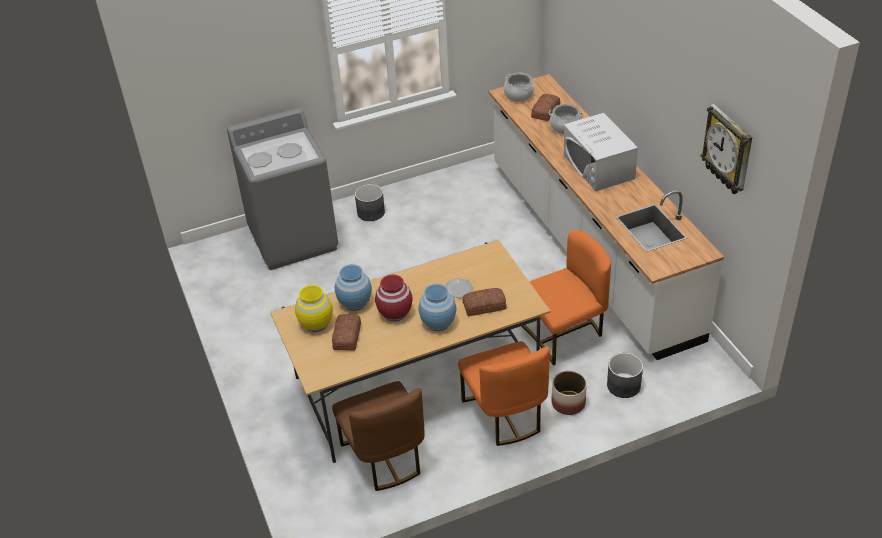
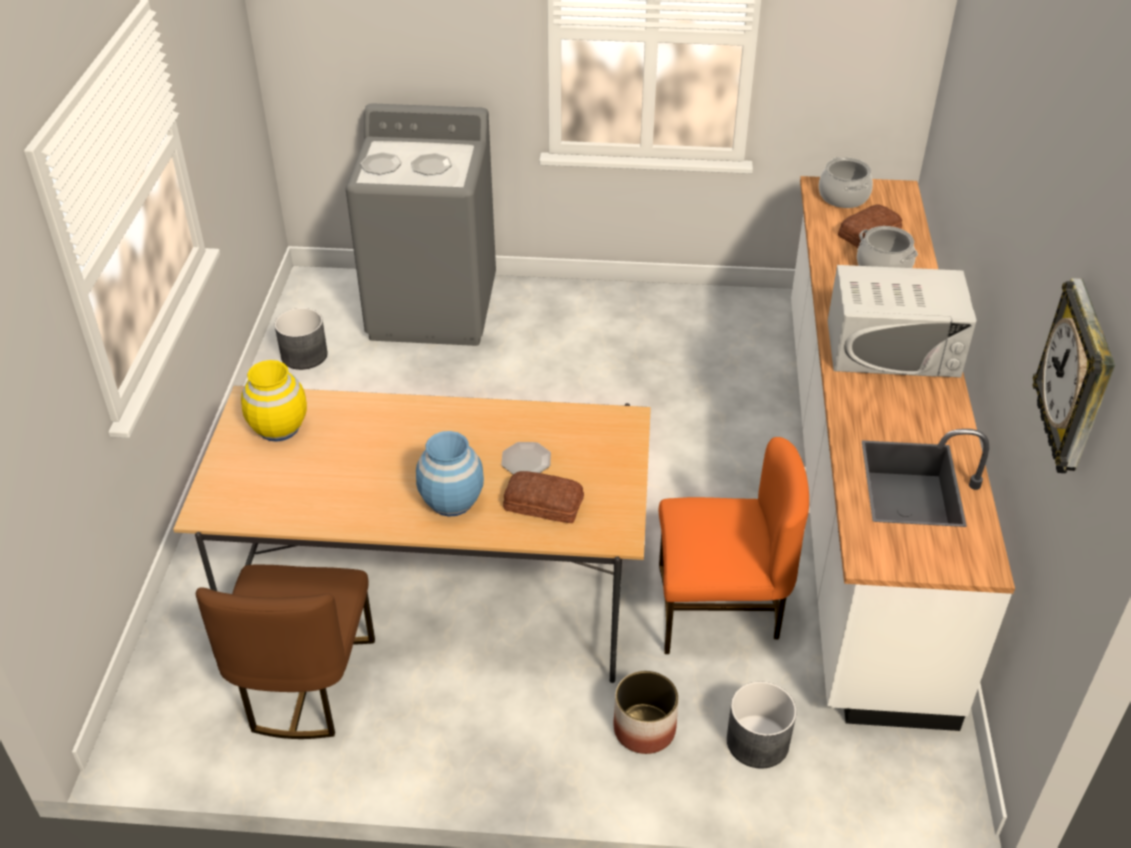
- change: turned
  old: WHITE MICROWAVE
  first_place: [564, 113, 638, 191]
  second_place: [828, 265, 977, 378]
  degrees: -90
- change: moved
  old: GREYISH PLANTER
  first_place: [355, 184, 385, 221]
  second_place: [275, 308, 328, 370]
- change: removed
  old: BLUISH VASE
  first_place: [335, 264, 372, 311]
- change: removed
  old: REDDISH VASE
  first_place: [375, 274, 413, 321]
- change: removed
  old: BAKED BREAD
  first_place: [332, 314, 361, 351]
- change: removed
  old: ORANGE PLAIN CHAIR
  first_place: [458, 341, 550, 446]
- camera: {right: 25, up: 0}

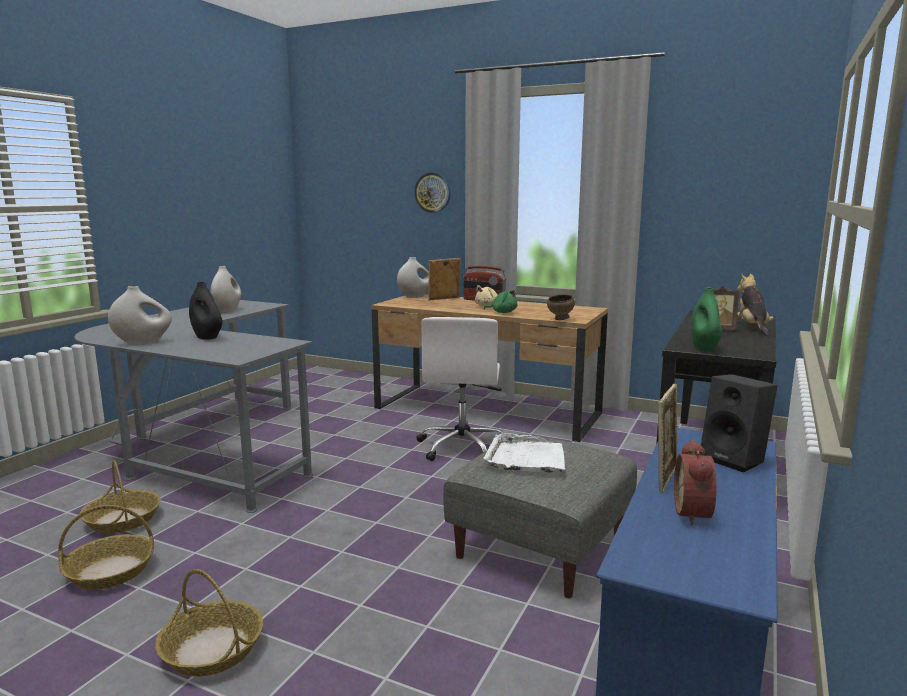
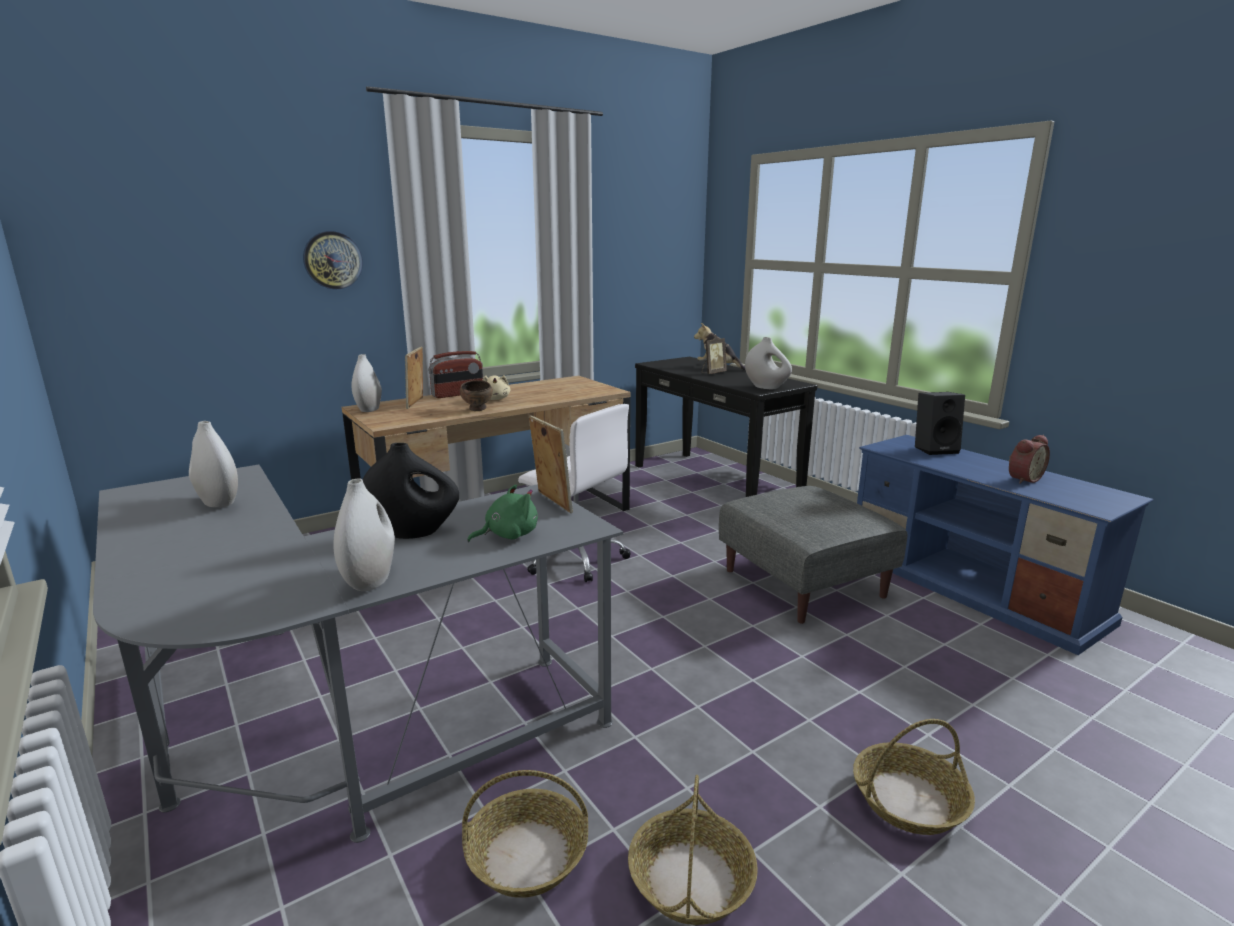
- change: recoloured
  old: GREENISH VASE
  new: WHITE VASE
  first_place: [691, 287, 722, 351]
  second_place: [745, 337, 792, 389]
- change: moved
  old: GREENISH PLUSH TOY
  first_place: [484, 290, 517, 313]
  second_place: [467, 485, 538, 542]
- change: moved
  old: BROWN SERVING BOWL
  first_place: [547, 294, 575, 320]
  second_place: [460, 380, 493, 411]
- change: moved
  old: PICTURE FRAME
  first_place: [658, 384, 678, 493]
  second_place: [529, 415, 573, 513]
- change: removed
  old: WHITE CARRYING TRAY
  first_place: [484, 433, 565, 473]
- change: turned
  old: TABLE CLOCK
  first_place: [674, 440, 717, 525]
  second_place: [1009, 435, 1050, 484]
  degrees: -75
- camera: {right: -60, up: 5}

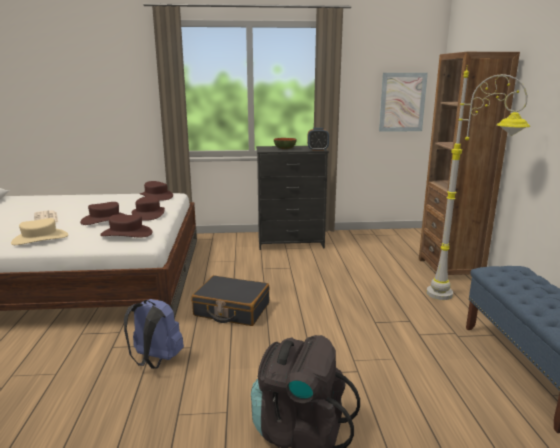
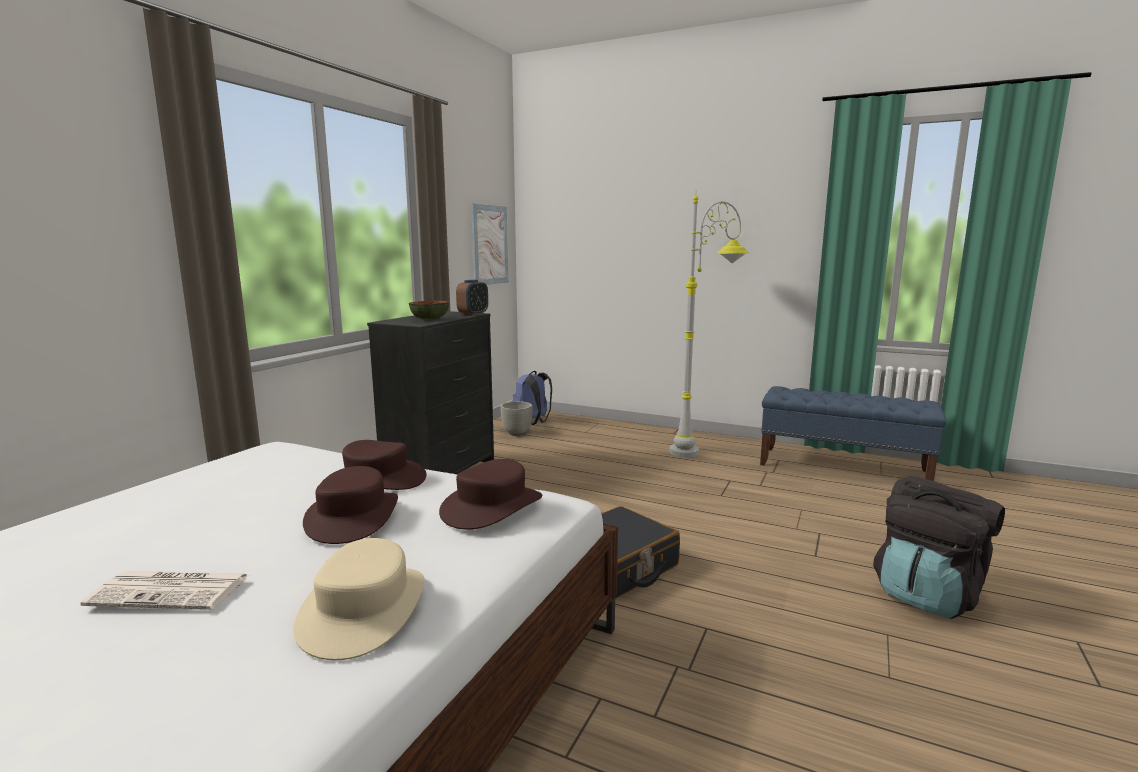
- change: removed
  old: BROWN BOOKSHELF
  first_place: [419, 52, 520, 275]
- change: removed
  old: BROWN WEARABLE HAT
  first_place: [140, 181, 173, 201]
- change: moved
  old: BLUISH RUCKSACK
  first_place: [124, 299, 184, 369]
  second_place: [513, 370, 552, 425]
- change: added
  new: GREYISH PLANTER
  second_place: [500, 401, 533, 436]
- camera: {right: -60, up: -5}

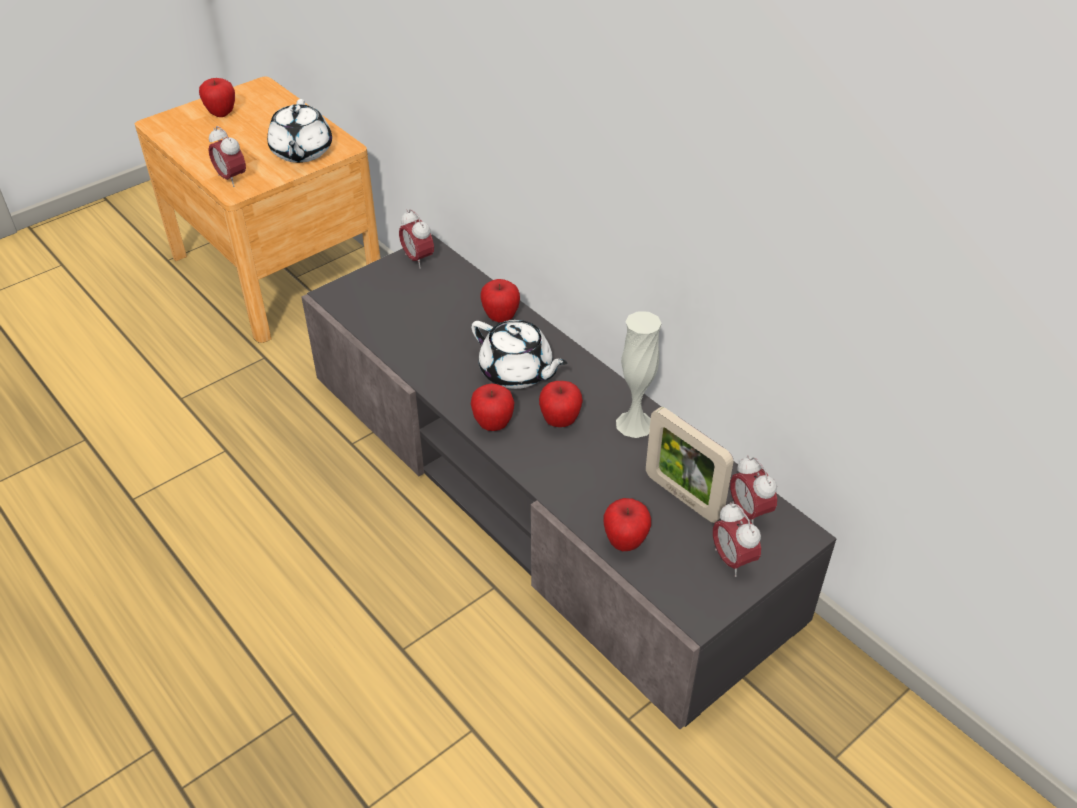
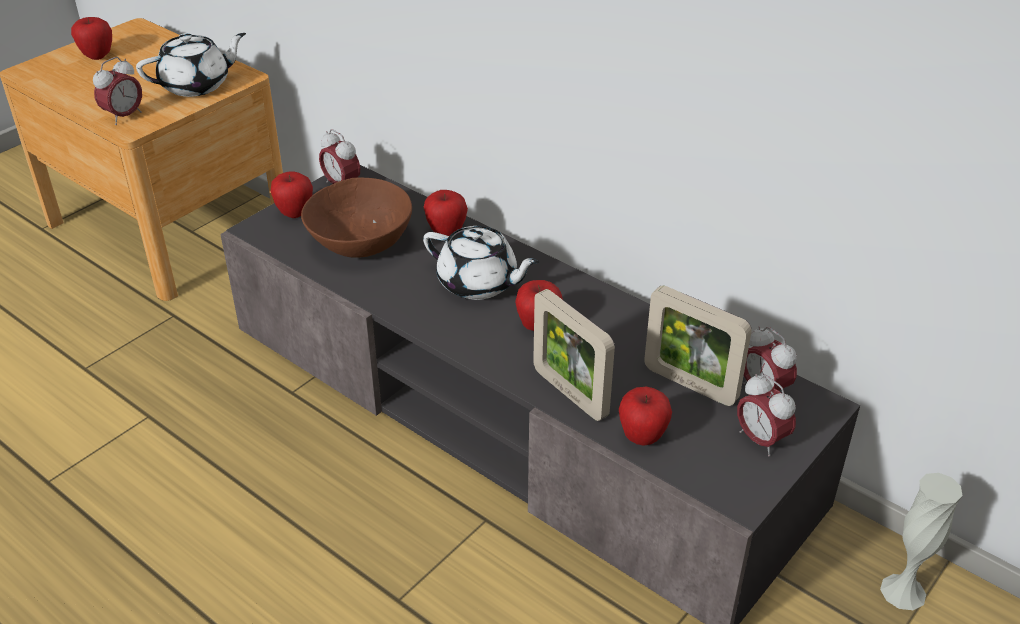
- change: turned
  old: WHITE TEAPOT
  first_place: [267, 99, 332, 163]
  second_place: [136, 33, 246, 97]
  degrees: -105
- change: turned
  old: TABLE CLOCK
  first_place: [209, 126, 246, 187]
  second_place: [93, 57, 142, 125]
  degrees: -90
- change: moved
  old: WHITE VASE
  first_place: [616, 311, 662, 438]
  second_place: [880, 473, 962, 610]
- change: moved
  old: APPLE
  first_place: [471, 383, 515, 431]
  second_place: [270, 171, 313, 218]
- change: added
  new: BROWN SERVING BOWL
  second_place: [301, 178, 412, 258]
- change: added
  new: PICTURE FRAME
  second_place: [533, 289, 615, 421]
- camera: {right: -10, up: -5}

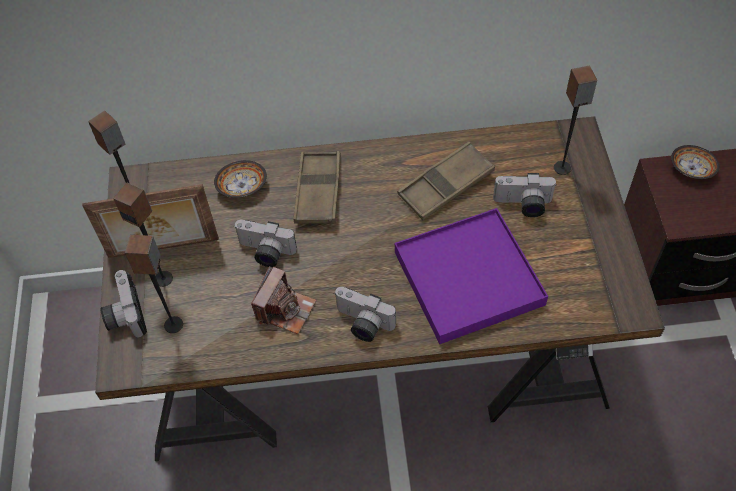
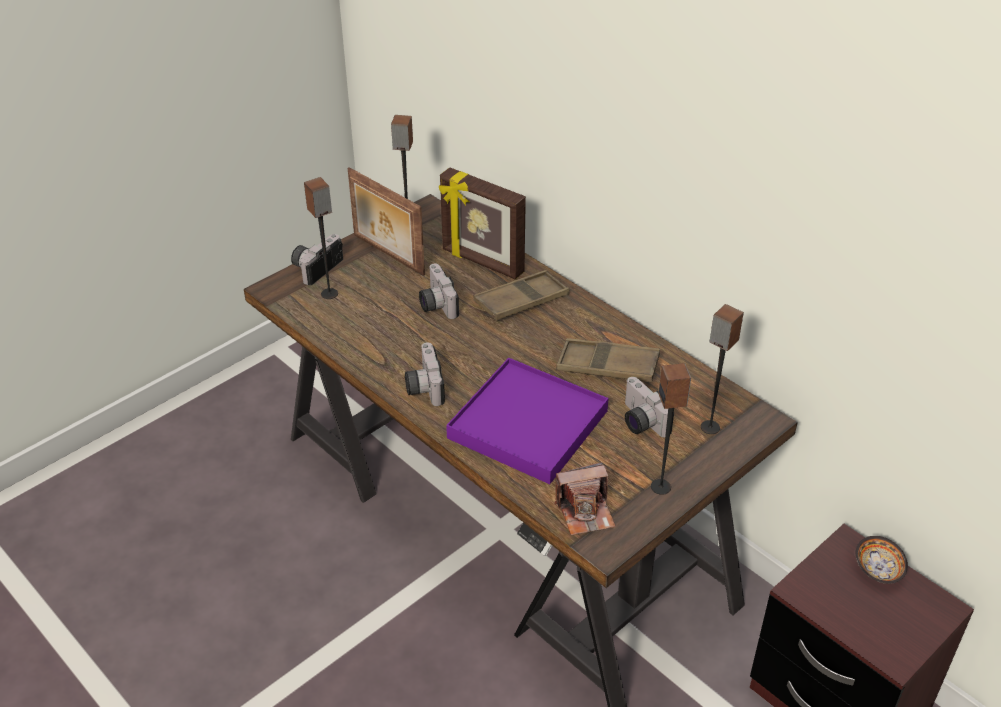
- change: replaced
  old: SERVING BOWL
  new: PICTURE FRAME
  first_place: [214, 160, 267, 198]
  second_place: [439, 167, 526, 279]
- change: moved
  old: AUDIO SPEAKER
  first_place: [113, 182, 173, 287]
  second_place: [651, 363, 691, 495]
- change: moved
  old: STILL CAMERA
  first_place: [251, 266, 317, 334]
  second_place: [555, 462, 616, 535]
- camera: {right: 50, up: -15}

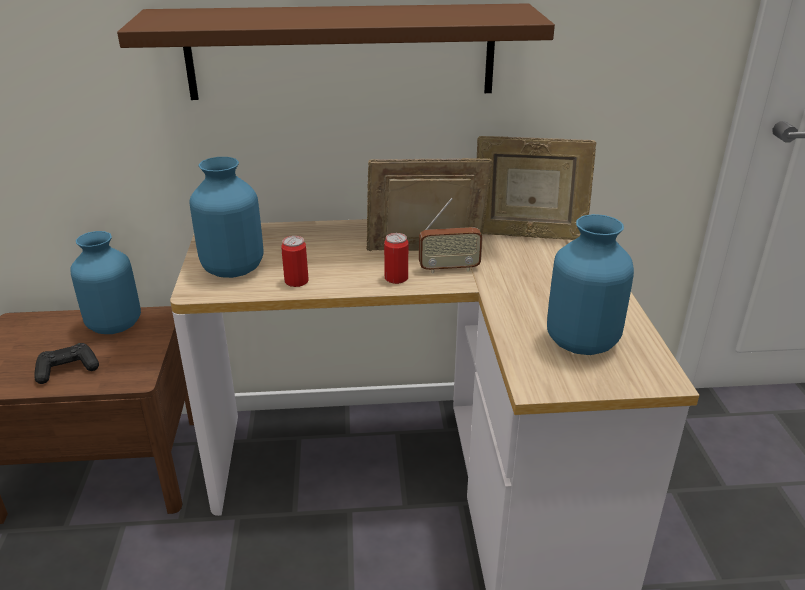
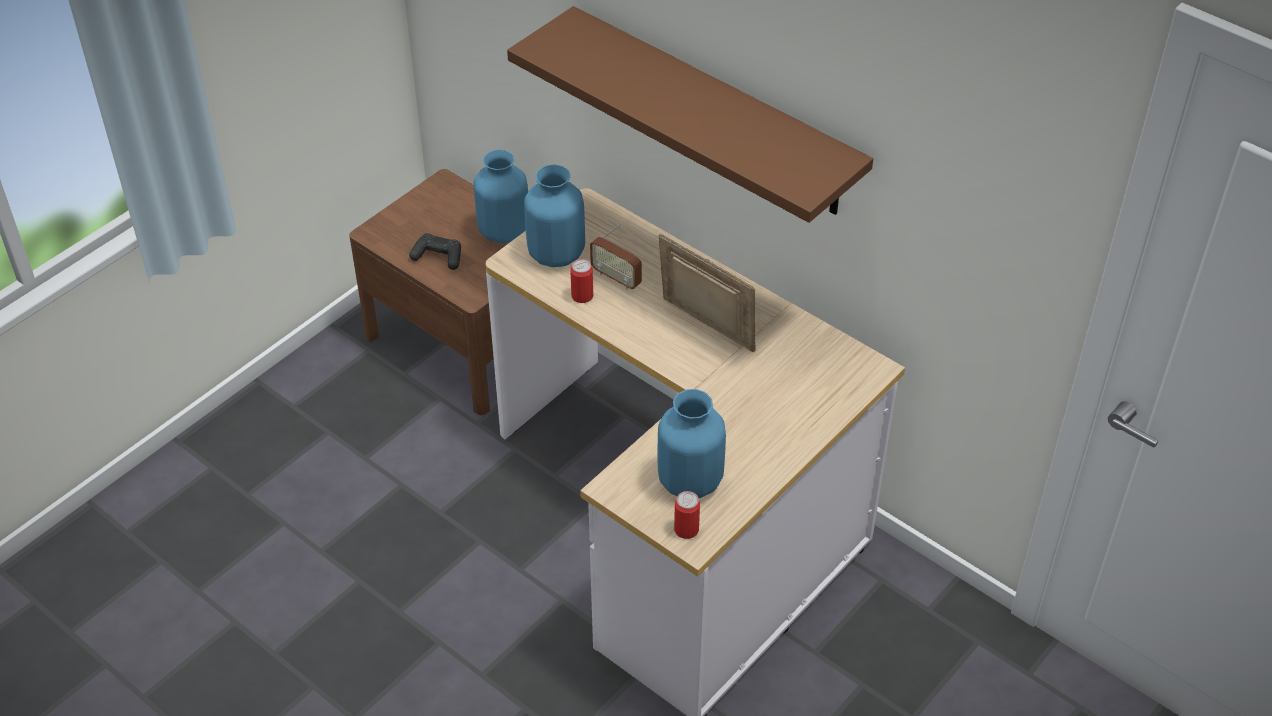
- change: removed
  old: PICTURE FRAME
  first_place: [477, 136, 596, 240]
- change: moved
  old: RADIO SET
  first_place: [419, 198, 483, 274]
  second_place: [590, 224, 642, 290]
- change: moved
  old: CAN
  first_place: [384, 233, 408, 284]
  second_place: [674, 491, 700, 539]
- camera: {right: 45, up: 15}

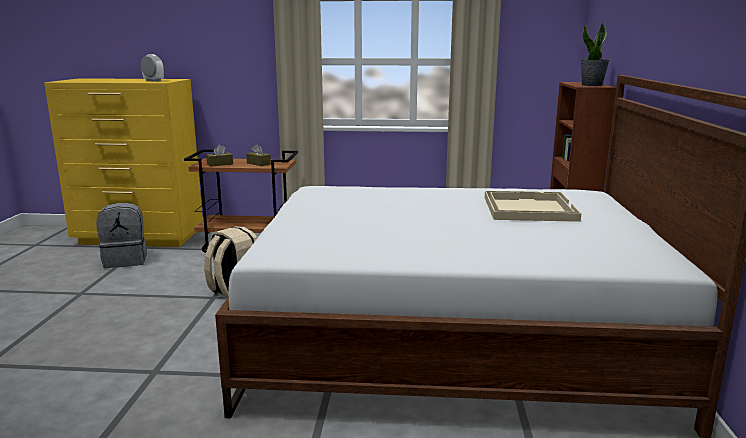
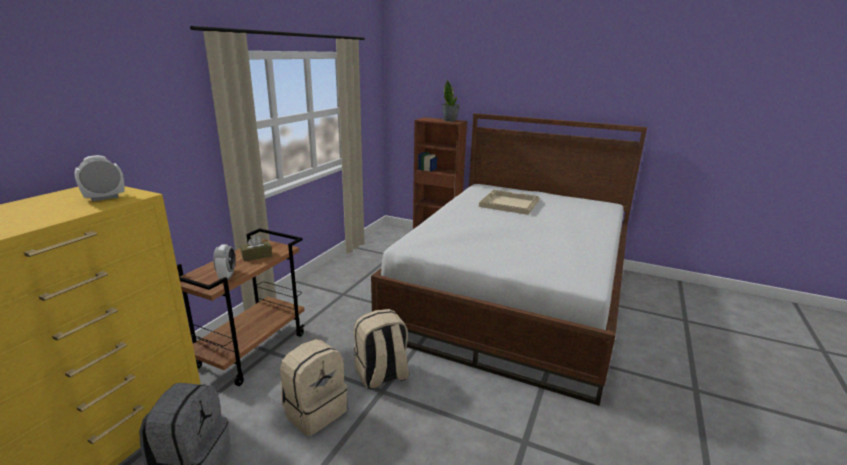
- change: replaced
  old: BROWN TISSUE HOLDER
  new: TABLE CLOCK
  first_place: [206, 145, 233, 167]
  second_place: [213, 244, 236, 280]
- change: added
  new: BEIGE-COLOURED RUCKSACK
  second_place: [280, 339, 347, 436]
- camera: {right: -70, up: 5}

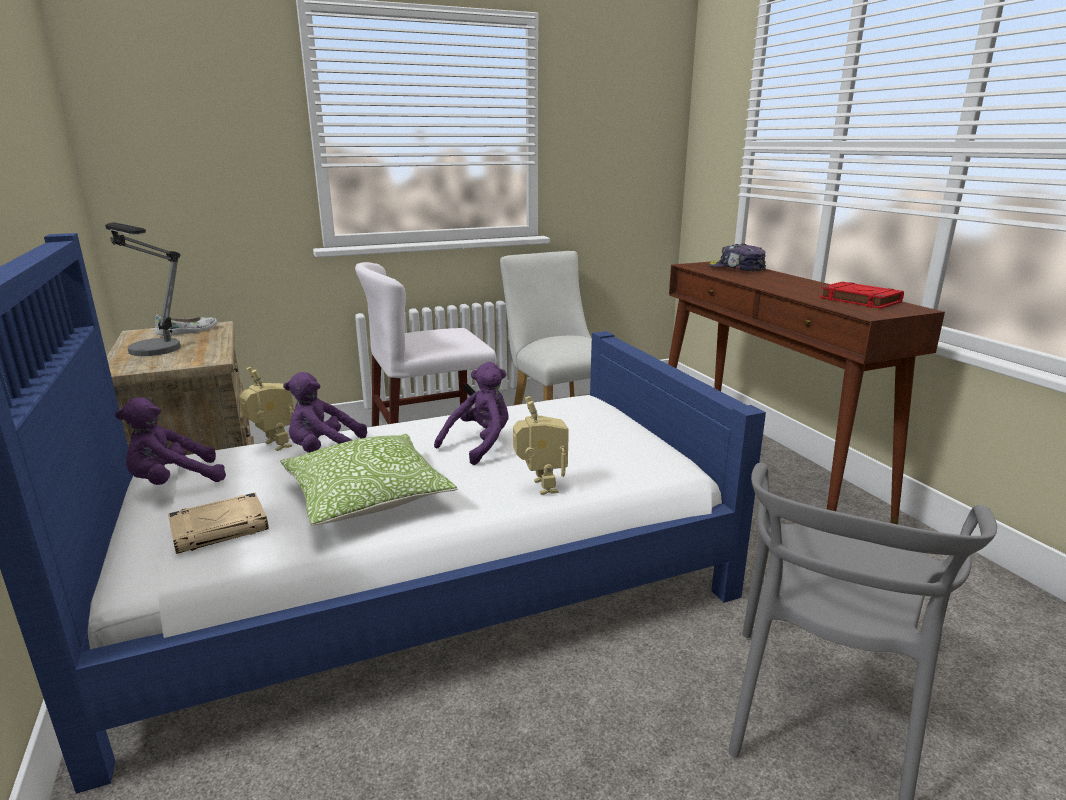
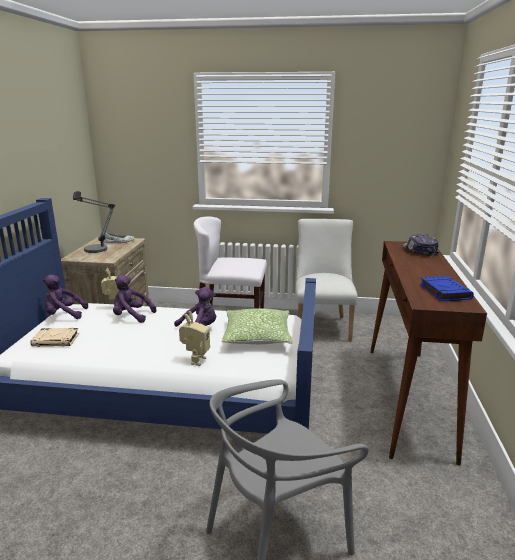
- change: recoloured
  old: REDDISH BOUND BOOK
  new: BLUISH BOUND BOOK
  first_place: [819, 282, 904, 309]
  second_place: [420, 276, 474, 302]
- change: moved
  old: PILLOW
  first_place: [280, 434, 458, 525]
  second_place: [222, 308, 292, 344]
- camera: {right: 30, up: 0}

